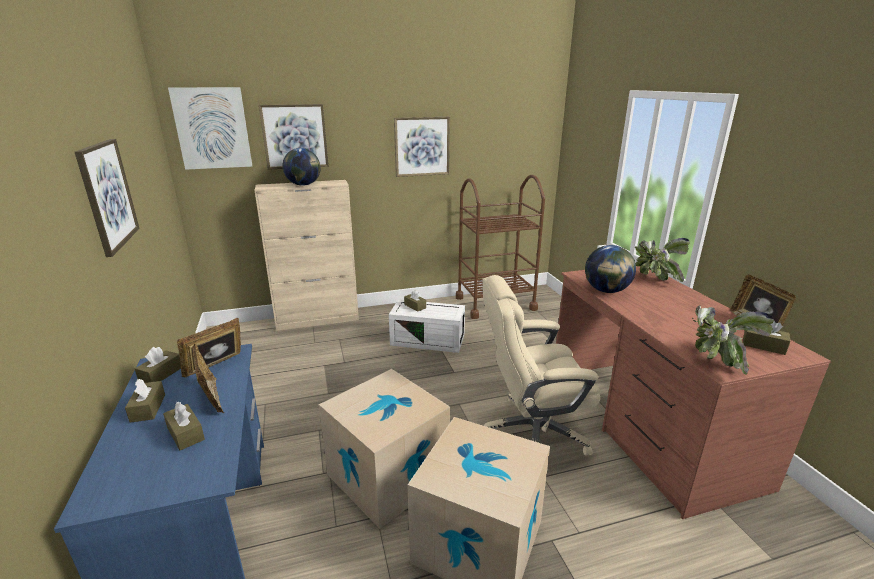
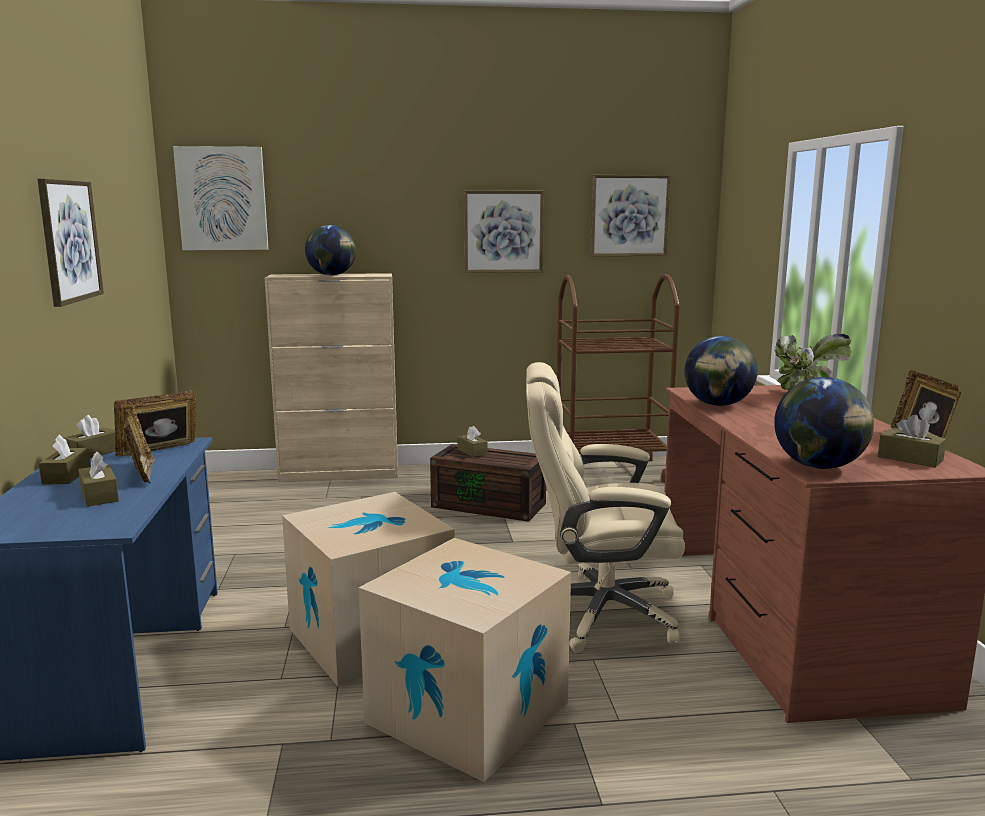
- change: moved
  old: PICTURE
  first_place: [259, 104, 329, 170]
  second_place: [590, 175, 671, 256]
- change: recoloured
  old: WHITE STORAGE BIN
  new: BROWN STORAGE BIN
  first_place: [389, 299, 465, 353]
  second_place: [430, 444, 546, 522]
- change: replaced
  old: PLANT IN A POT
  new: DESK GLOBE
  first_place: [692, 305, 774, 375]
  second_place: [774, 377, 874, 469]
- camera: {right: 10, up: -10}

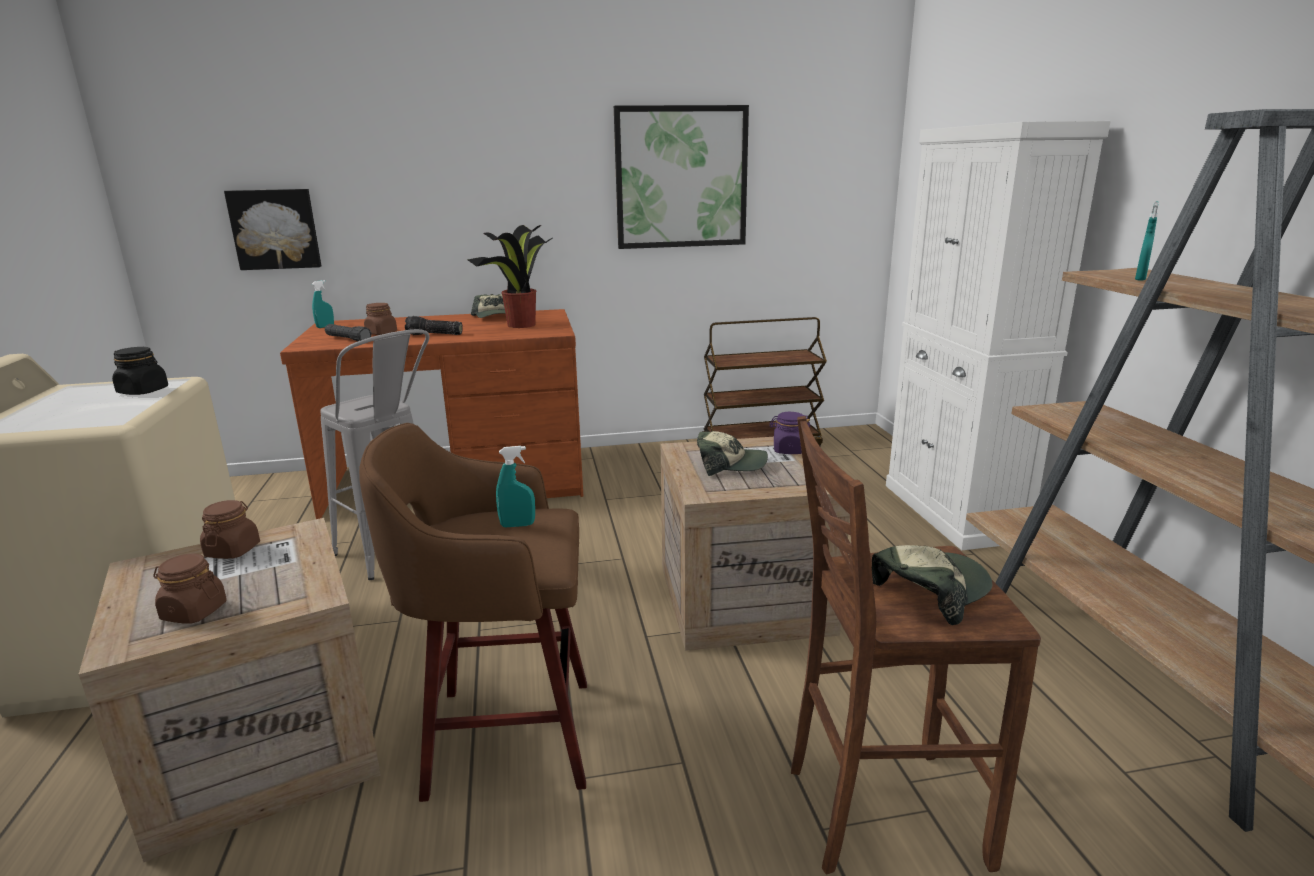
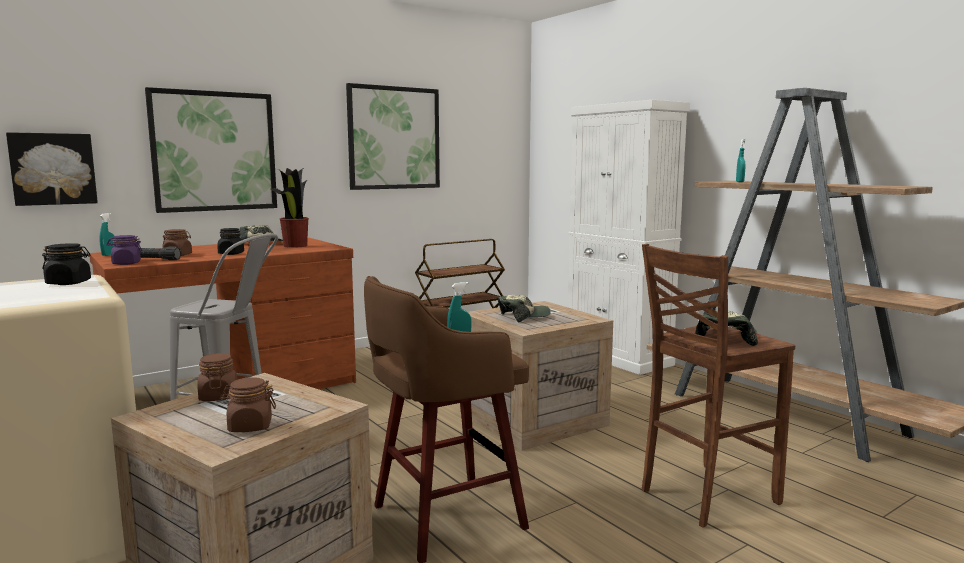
- change: replaced
  old: FLASHLIGHT
  new: BLACKISH STORAGE JAR
  first_place: [405, 316, 463, 335]
  second_place: [217, 228, 244, 255]
- change: moved
  old: PURPLISH STORAGE JAR
  first_place: [769, 412, 810, 454]
  second_place: [107, 235, 143, 265]
- change: added
  new: PICTURE
  second_place: [145, 87, 277, 213]
- camera: {right: -25, up: -10}

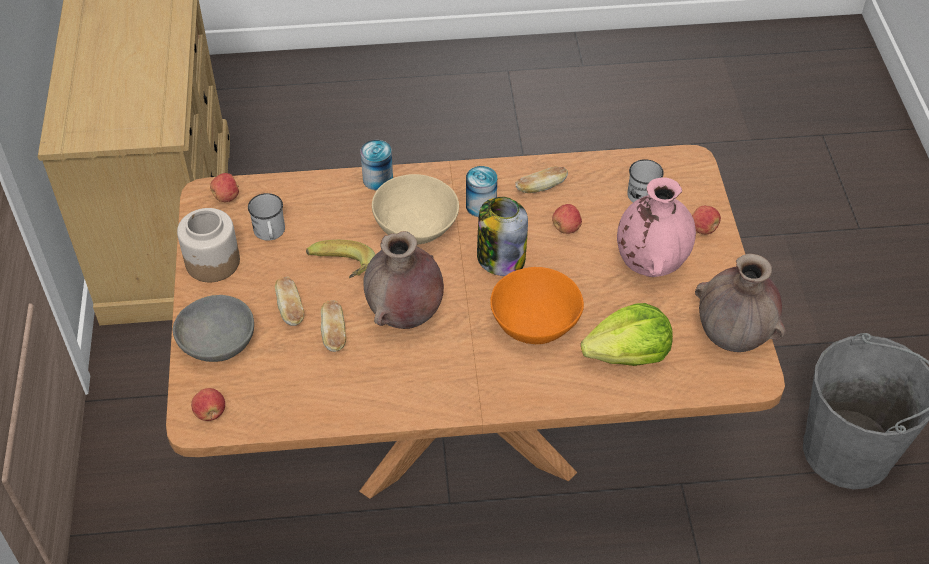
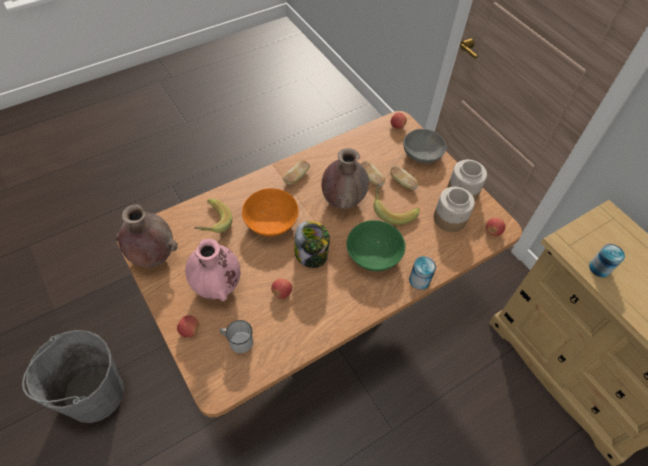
- change: moved
  old: CAN
  first_place: [466, 166, 497, 217]
  second_place: [589, 244, 625, 278]
- change: moved
  old: BAKED BREAD
  first_place: [515, 166, 568, 193]
  second_place: [283, 160, 310, 185]
- change: recoloured
  old: BEIGE-COLOURED SERVING BOWL
  new: GREENISH SERVING BOWL
  first_place: [372, 174, 459, 245]
  second_place: [347, 220, 405, 271]
- change: replaced
  old: WHITE MUG
  new: STORAGE JAR
  first_place: [248, 193, 285, 241]
  second_place: [434, 187, 475, 232]
- change: replaced
  old: HEAD OF LETTUCE
  new: BANANA FRUIT
  first_place: [581, 303, 673, 366]
  second_place: [194, 199, 232, 233]
- camera: {right: 150, up: 5}

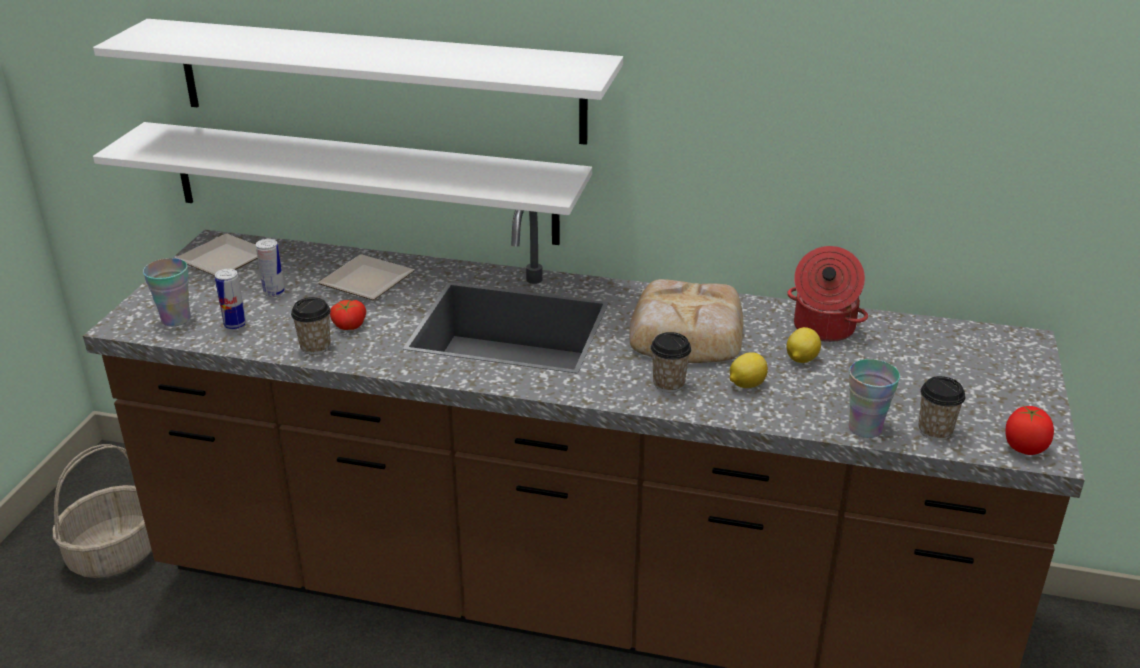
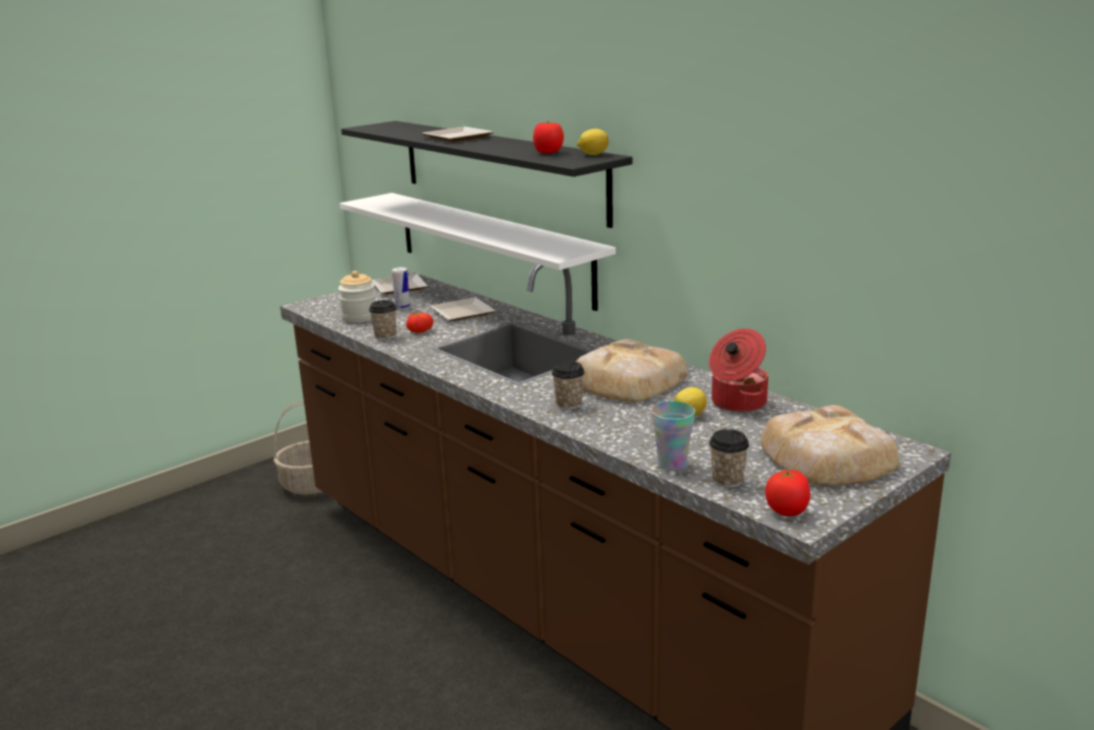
- change: recoloured
  old: WHITE BRACKET SHELF
  new: BLACKISH BRACKET SHELF
  first_place: [93, 19, 623, 145]
  second_place: [341, 121, 633, 228]
- change: removed
  old: DRINKING CUP
  first_place: [143, 258, 191, 326]
- change: replaced
  old: CAN
  new: STORAGE JAR
  first_place: [215, 269, 246, 329]
  second_place: [338, 271, 376, 323]
- change: moved
  old: WHOLE LEMON
  first_place: [730, 352, 768, 388]
  second_place: [577, 129, 609, 155]
- change: added
  new: TOMATO
  second_place: [533, 121, 564, 153]
- change: added
  new: DINNER PLATE
  second_place: [422, 126, 494, 142]
- change: added
  new: BAKED BREAD
  second_place: [760, 405, 900, 486]
- camera: {right: 35, up: -10}

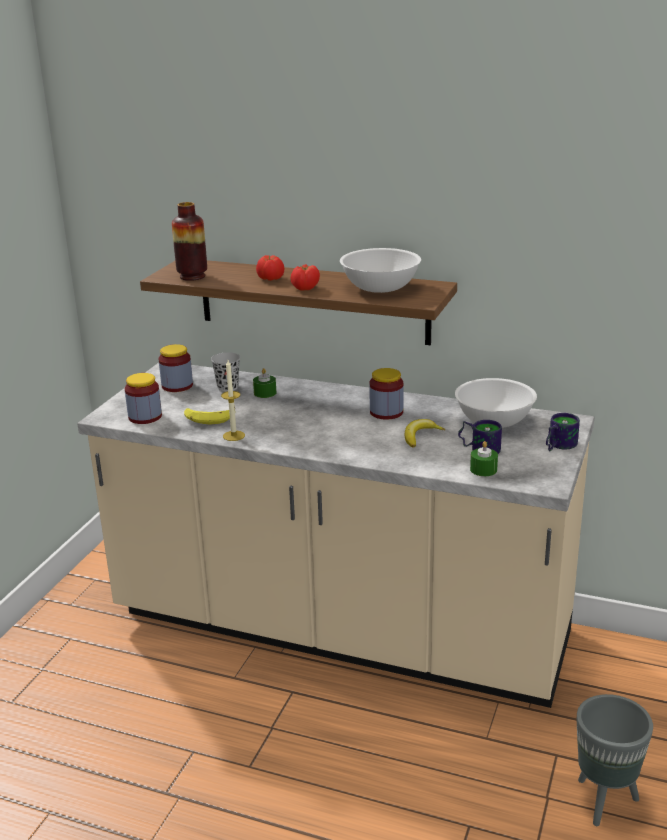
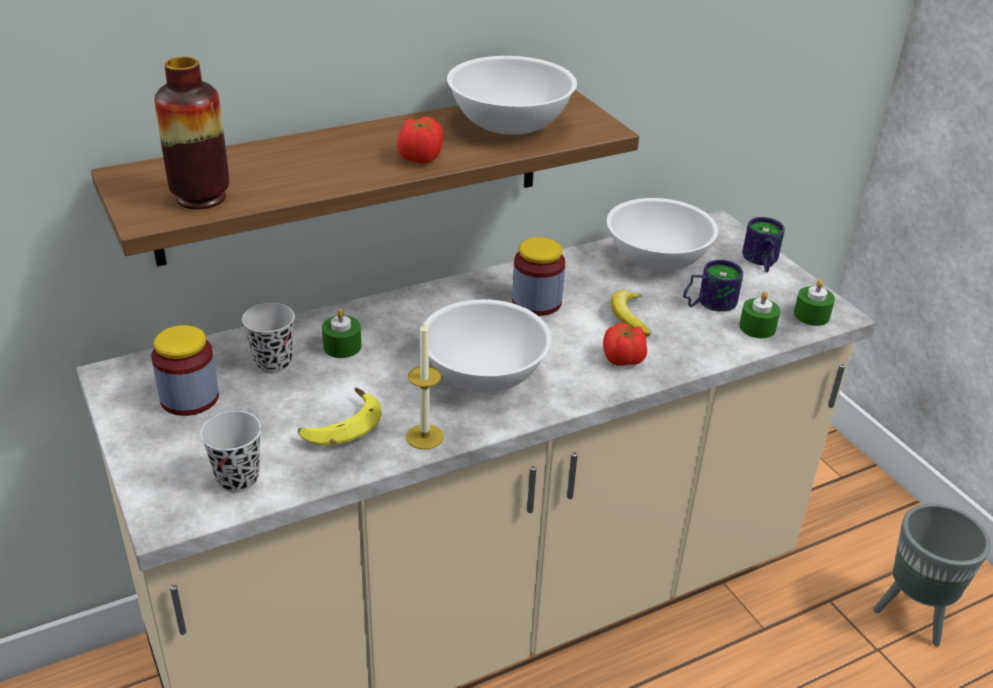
- change: moved
  old: TOMATO
  first_place: [256, 255, 284, 281]
  second_place: [603, 323, 647, 366]
- change: replaced
  old: STORAGE JAR
  new: BLACKISH DRINKING CUP
  first_place: [124, 373, 162, 424]
  second_place: [200, 411, 261, 492]
- change: added
  new: GREENISH CANDLE
  second_place: [794, 279, 835, 326]
- change: added
  new: WHITE SERVING BOWL
  second_place: [425, 299, 552, 393]
- camera: {right: -50, up: 10}

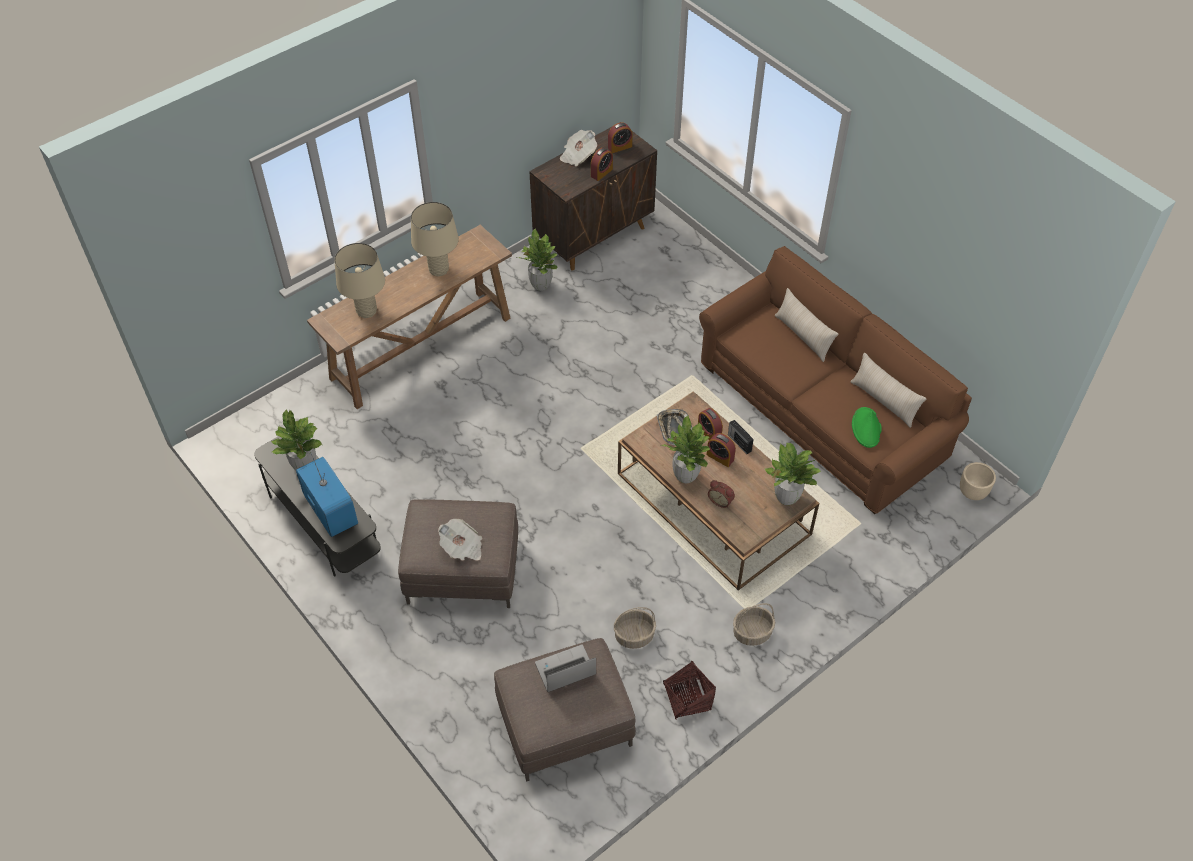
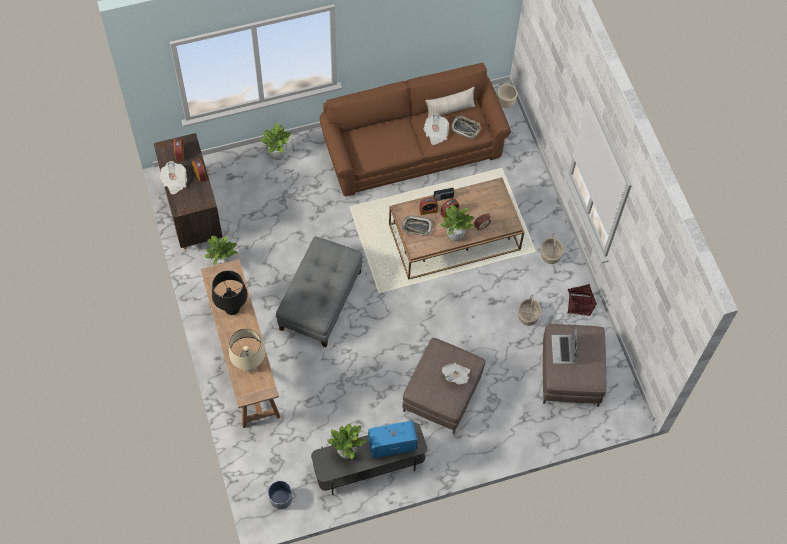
- change: recoloured
  old: BEIGE-COLOURED LAMP FOR A TABLE
  new: BLACKISH LAMP FOR A TABLE
  first_place: [411, 202, 459, 277]
  second_place: [212, 270, 248, 315]
- change: removed
  old: BEIGE-COLOURED PILLOW
  first_place: [775, 288, 838, 362]
- change: replaced
  old: GREENISH WEARABLE HAT
  new: CARRYING TRAY
  first_place: [852, 407, 882, 448]
  second_place: [451, 116, 481, 139]
- change: moved
  old: PLANT IN A POT
  first_place: [764, 443, 821, 505]
  second_place: [259, 123, 292, 160]
- change: added
  new: DAILY PAPER
  second_place: [424, 114, 449, 145]
- change: added
  new: GREYISH OTTOMAN
  second_place: [276, 237, 362, 347]
- change: added
  new: PLANTER
  second_place: [268, 481, 293, 510]
- camera: {right: -70, up: 10}

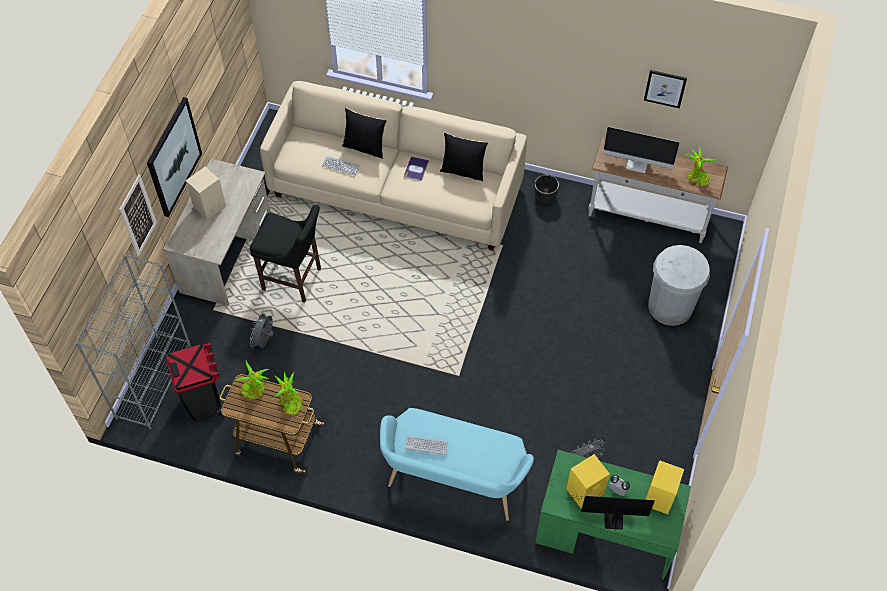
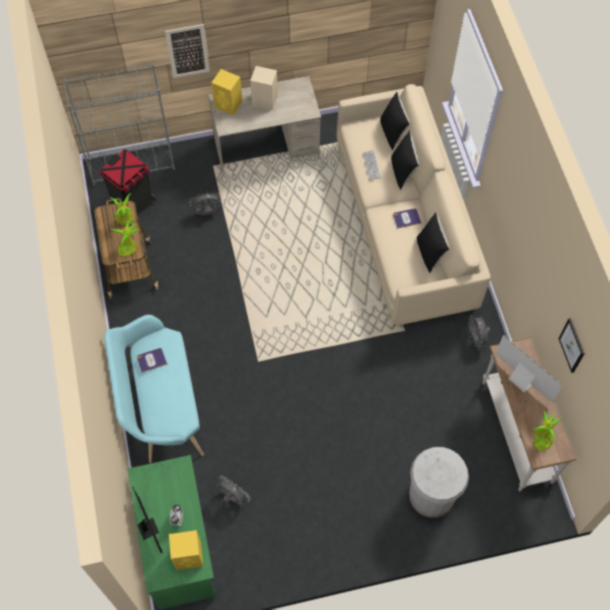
- change: removed
  old: PICTURE
  first_place: [147, 97, 202, 217]
- change: turned
  old: COMPUTER DISPLAY
  first_place: [603, 127, 680, 173]
  second_place: [496, 335, 562, 402]
  degrees: 150
- change: replaced
  old: BLACKISH PLANTER
  new: GREYISH ELECTRIC FAN
  first_place: [534, 175, 559, 203]
  second_place: [469, 315, 490, 350]
- change: removed
  old: BLACKISH STOOL SEAT
  first_place: [250, 204, 321, 303]
- change: replaced
  old: KEYBOARD
  new: BOUND BOOK
  first_place: [405, 436, 448, 455]
  second_place: [137, 348, 167, 373]
- change: moved
  old: YELLOW AUDIO SPEAKER
  first_place: [566, 454, 610, 509]
  second_place: [211, 69, 242, 115]
- change: added
  new: BLACKISH PILLOW
  second_place: [380, 92, 410, 150]
- camera: {right: 60, up: 5}

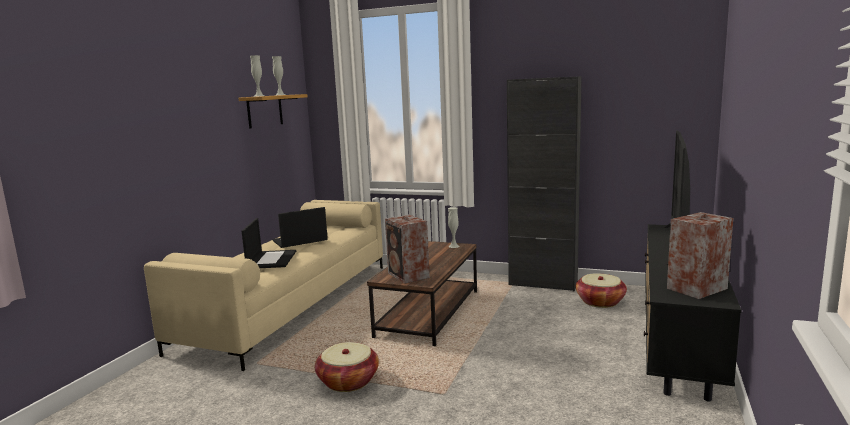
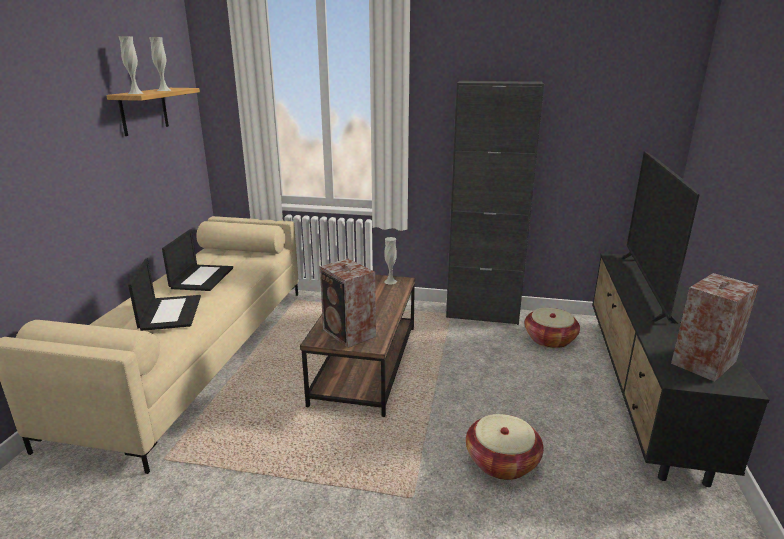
- change: turned
  old: NOTEBOOK COMPUTER
  first_place: [273, 207, 328, 248]
  second_place: [162, 229, 233, 291]
  degrees: 135
- change: moved
  old: BASKET
  first_place: [315, 342, 379, 392]
  second_place: [466, 414, 543, 480]
- camera: {right: -10, up: 10}

